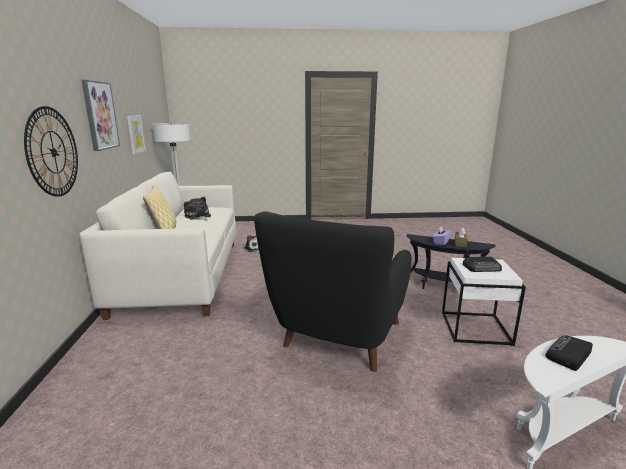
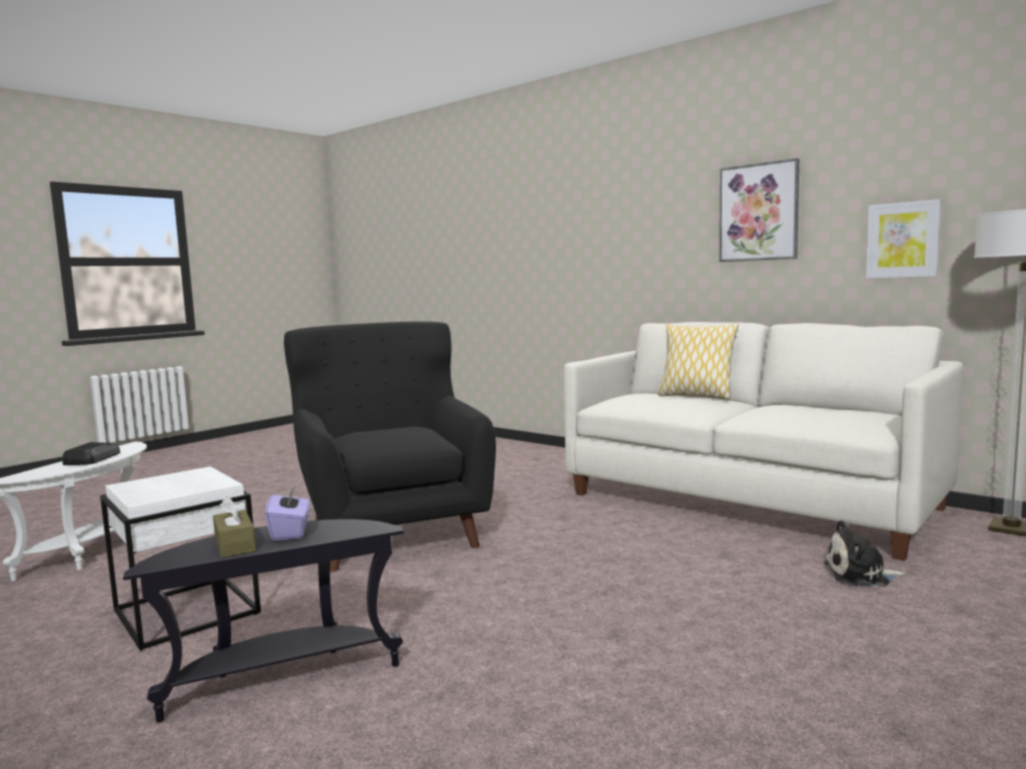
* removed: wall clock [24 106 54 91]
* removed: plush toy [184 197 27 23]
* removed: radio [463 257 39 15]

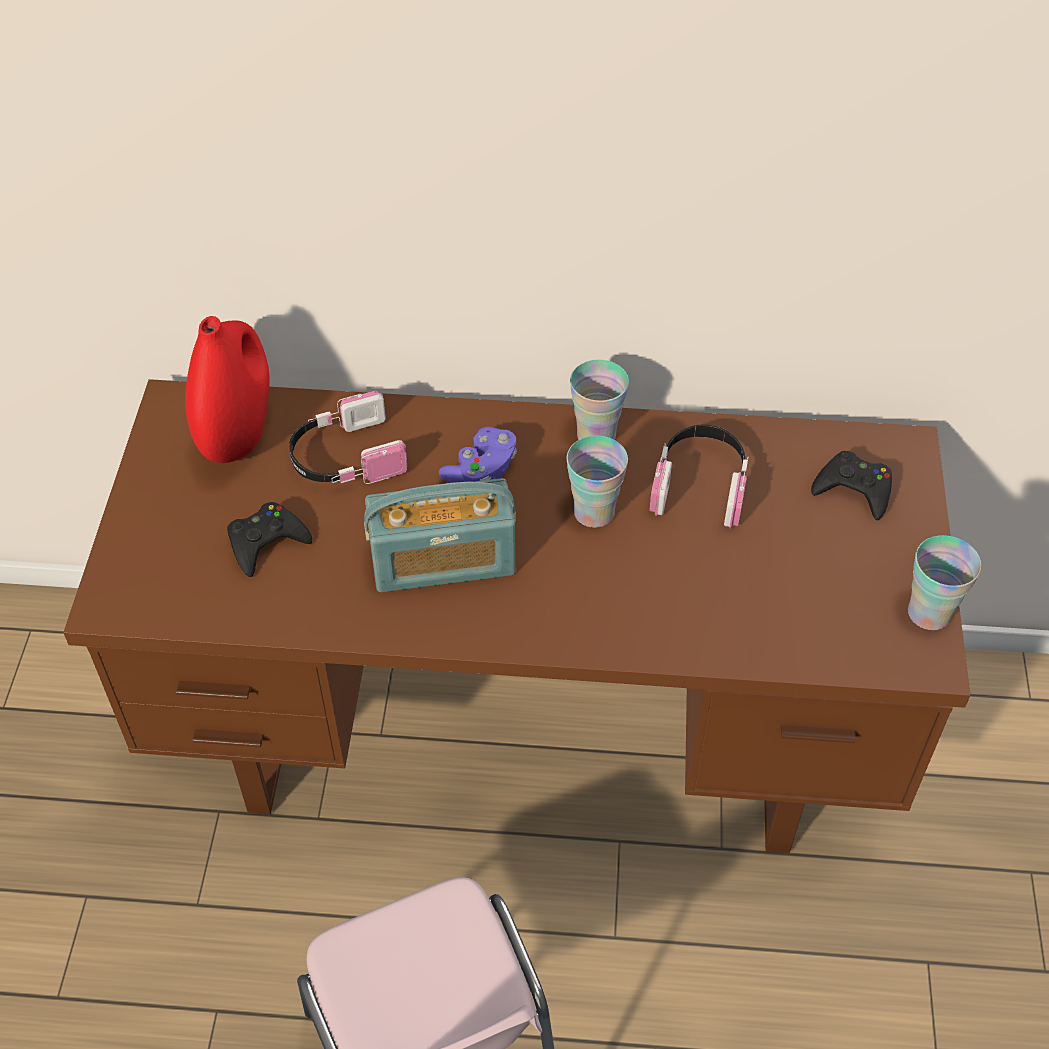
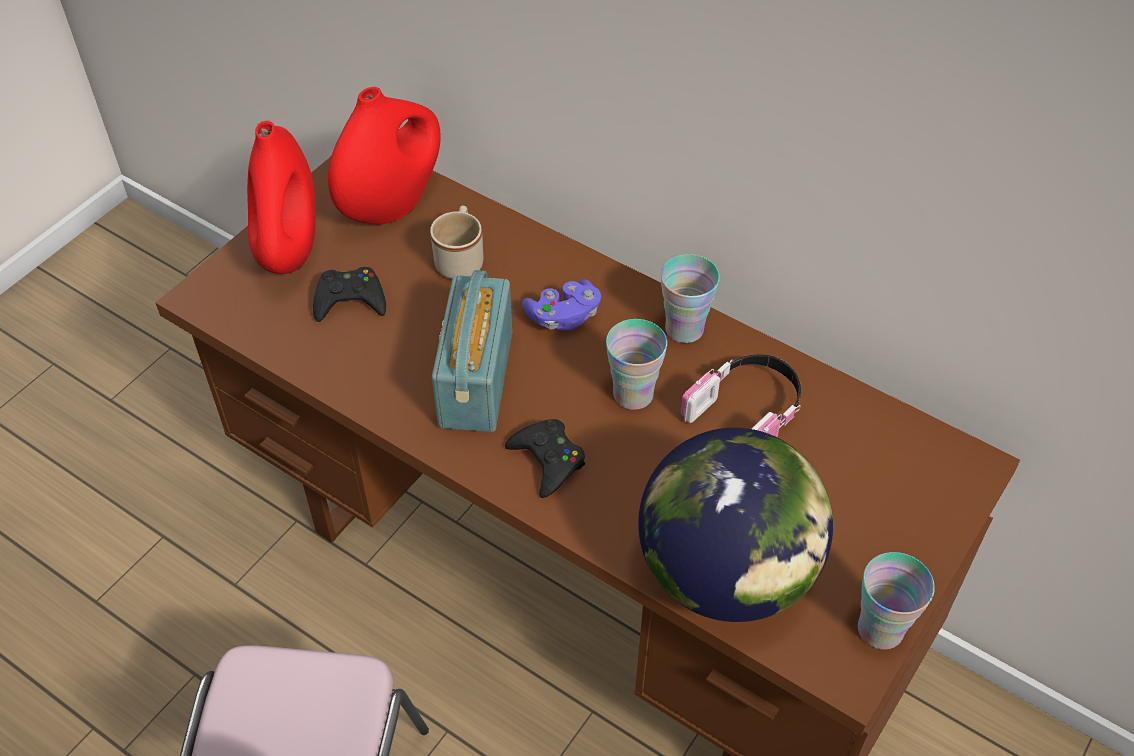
* replaced: headphones [289 391 119 93] to beige mug [430 206 53 73]
* turned: radio [364 478 152 114] = [432 270 80 162] 75 degrees clockwise
* moved: black game controller [811 451 81 69] to [505 419 80 79]
* added: red vase [247 121 69 153]
* added: globe [638 428 195 194]

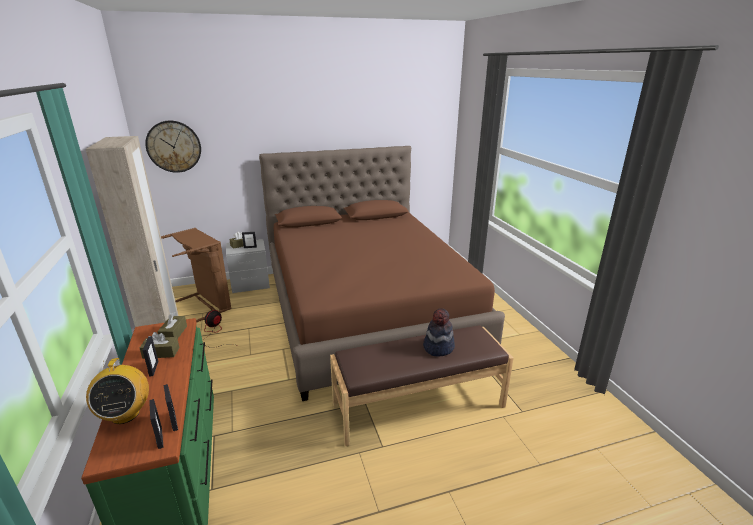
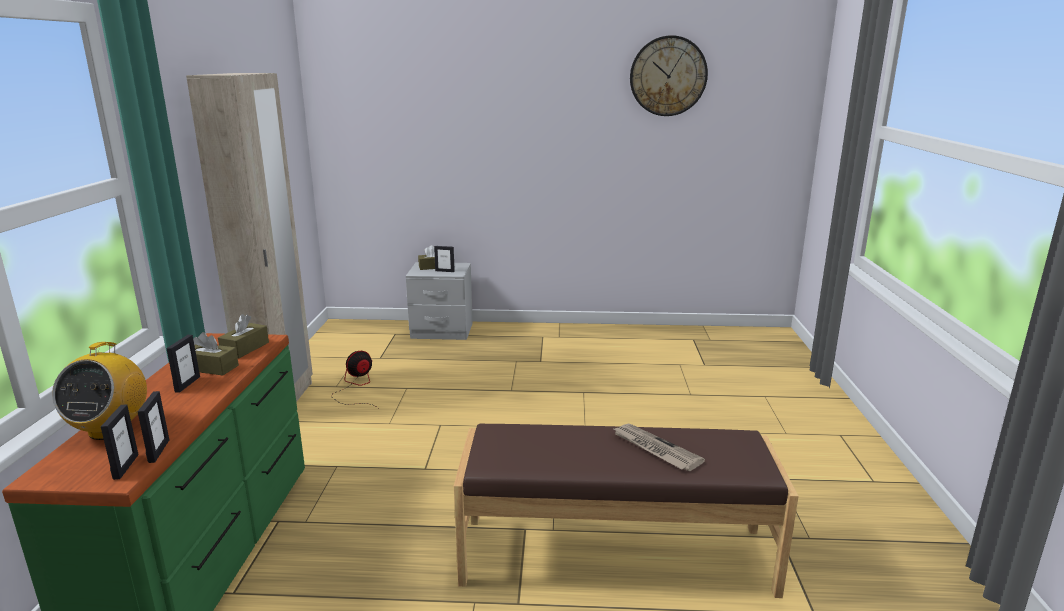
* moved: wall clock [145 121 56 52] to [630 35 78 81]
* removed: brown laundry basket [161 228 71 94]
* removed: brown bed [259 146 246 255]
* replaced: hat [423 308 32 49] to newspaper [612 424 93 47]

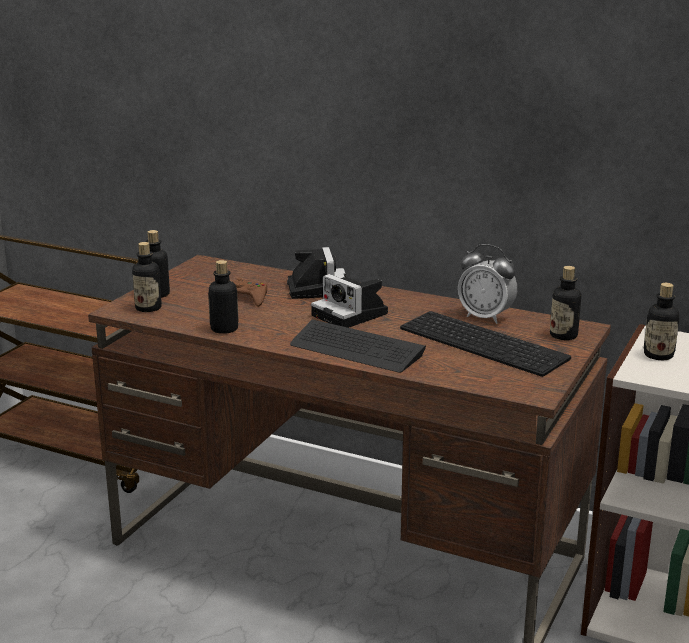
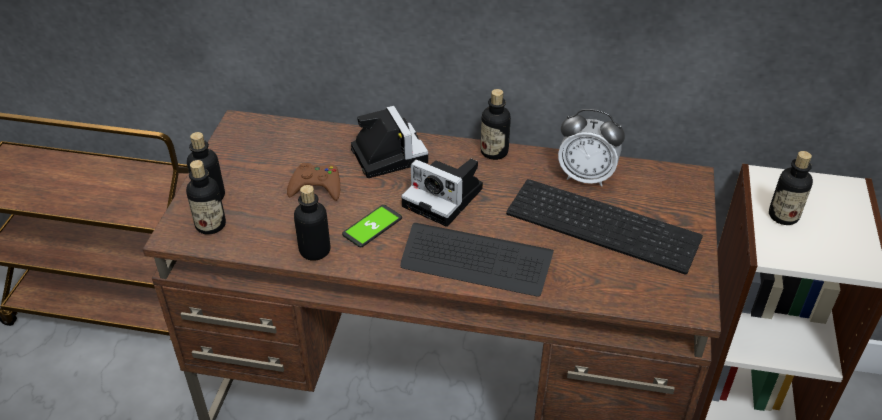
* moved: bottle [550 266 31 74] to [481 89 30 71]
* added: phone [342 205 60 42]

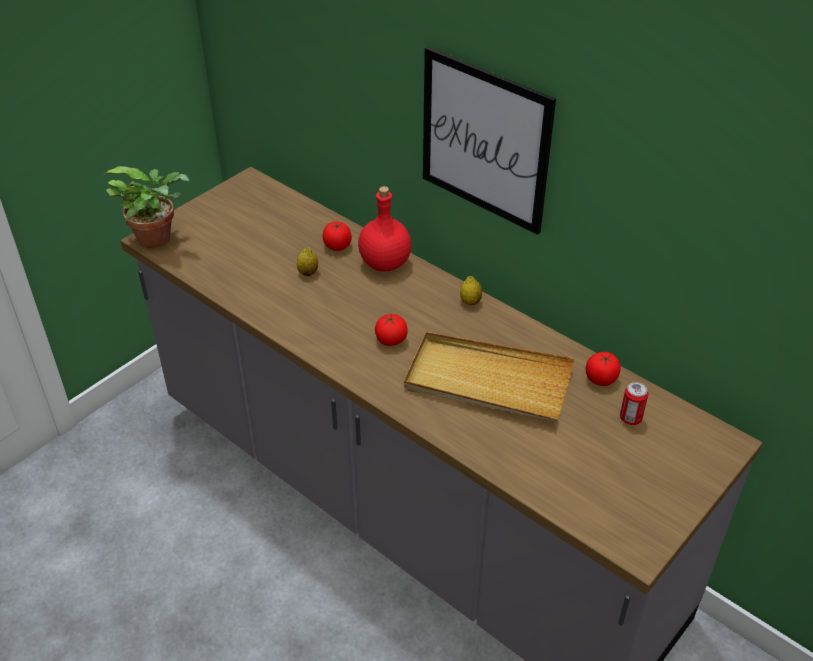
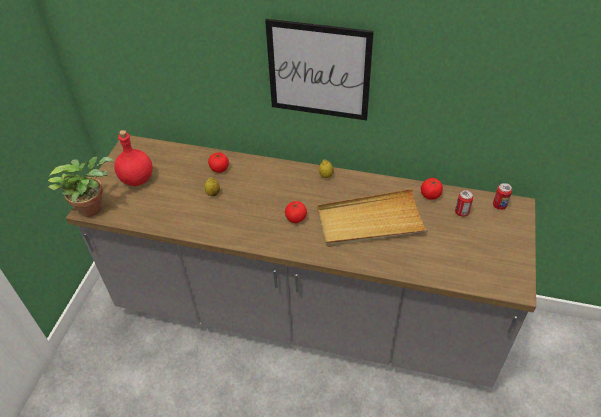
* moved: red bottle [358 186 53 86] to [114 130 39 56]
* added: can [493 183 19 27]

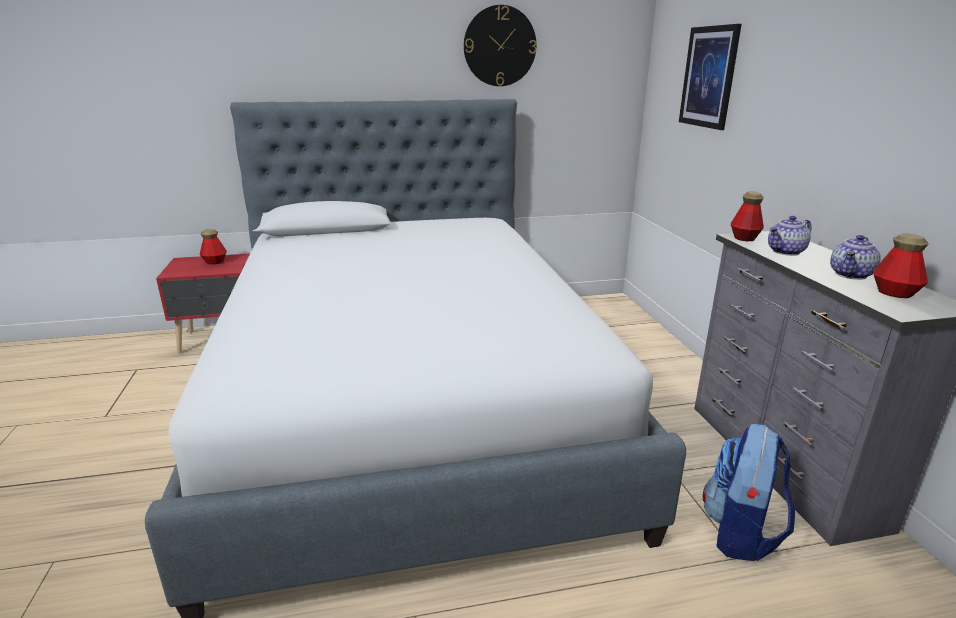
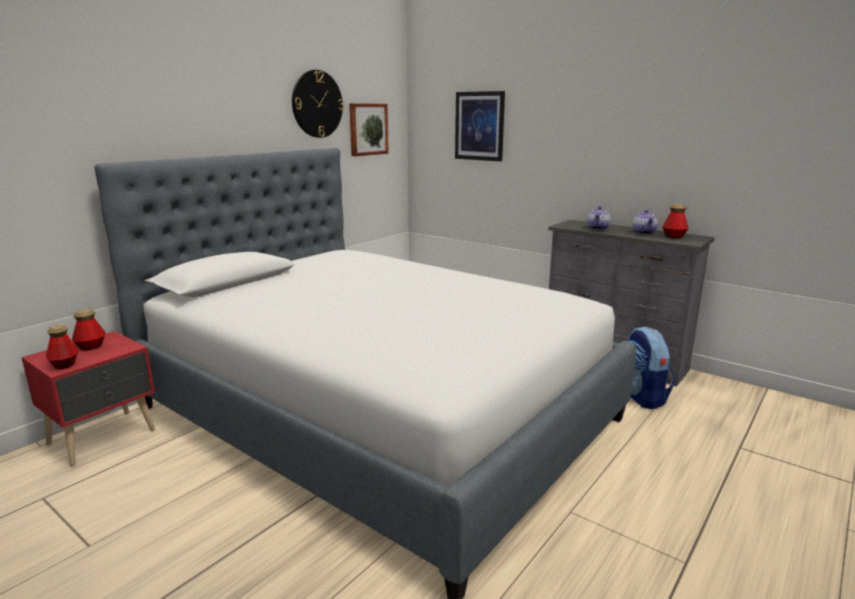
* moved: bottle [731 191 33 50] to [46 324 32 45]
* added: picture [349 103 40 53]

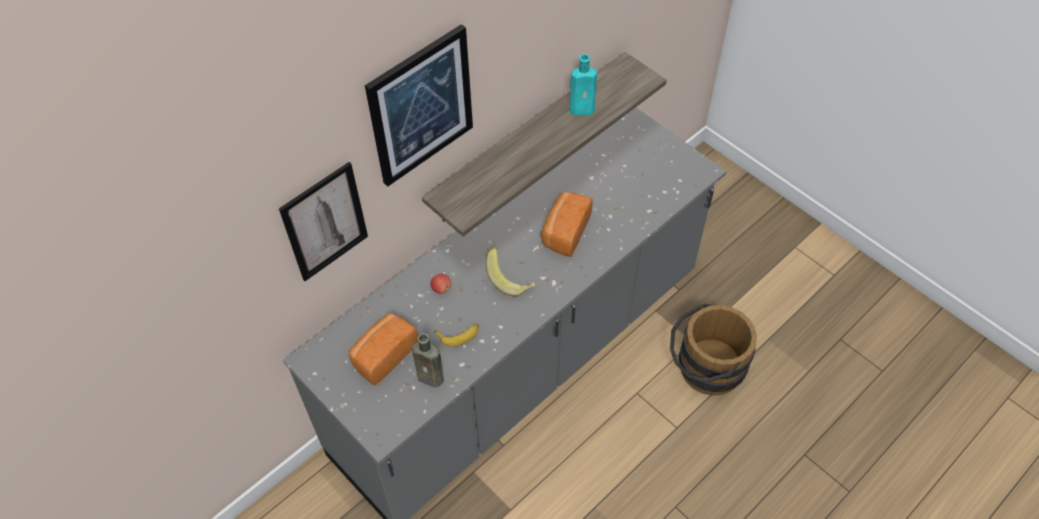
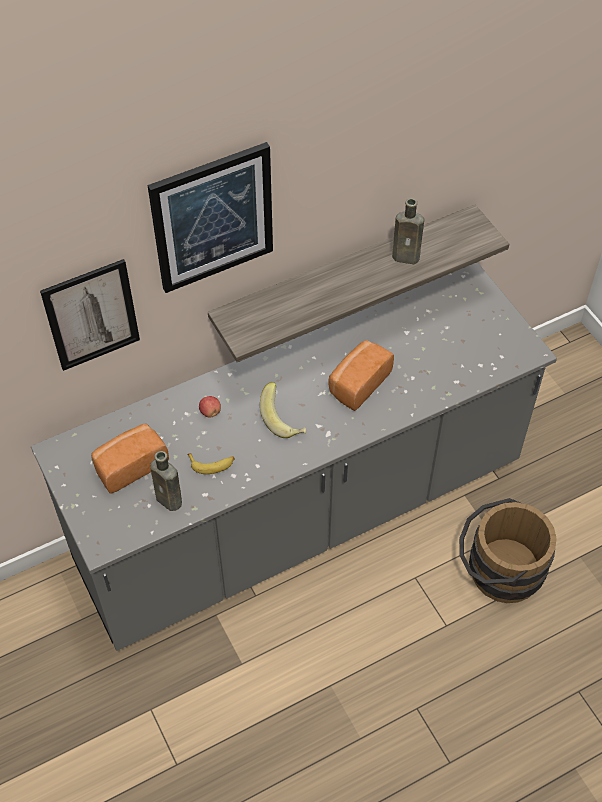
* recoloured: turquoise bottle [570 54 27 62] to brown bottle [392 198 32 66]

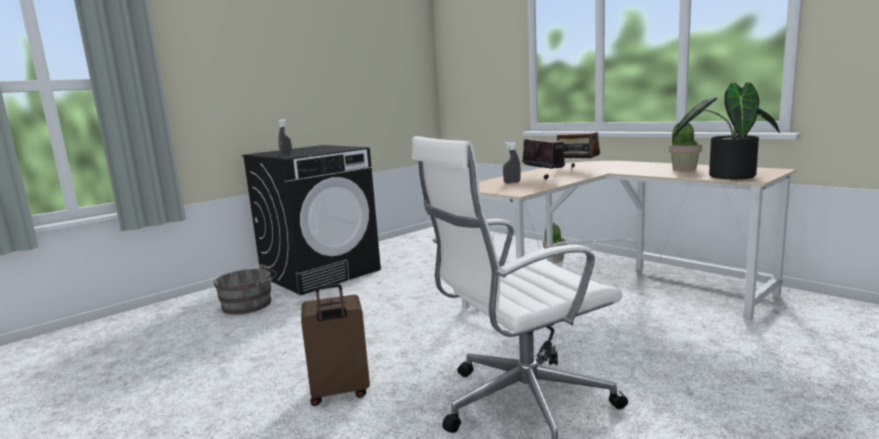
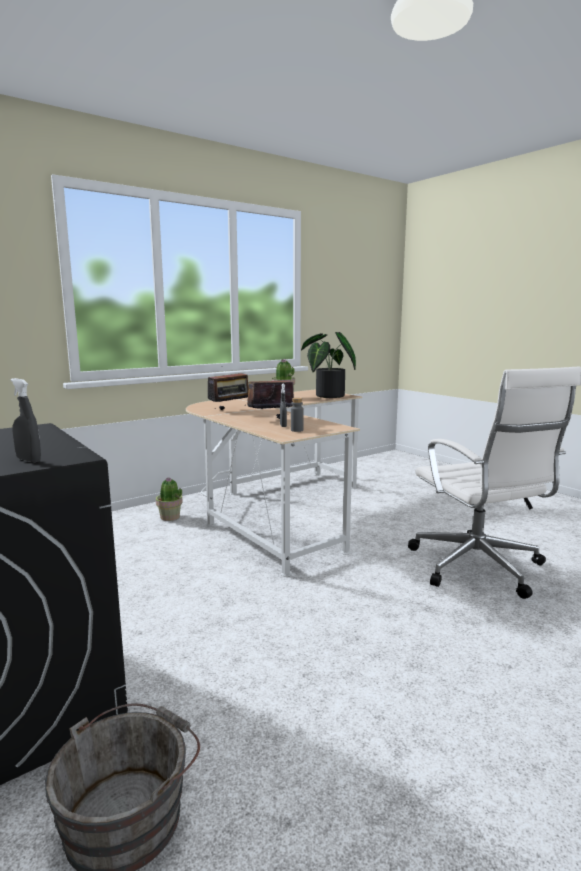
* removed: brown suitcase [301 283 69 123]
* added: grey bottle [291 398 13 34]

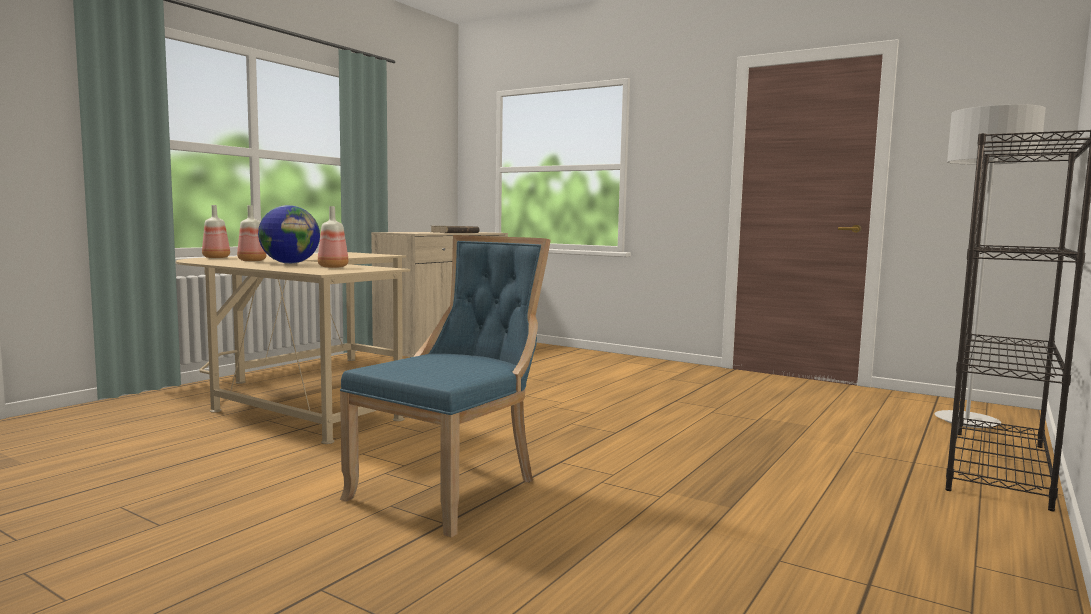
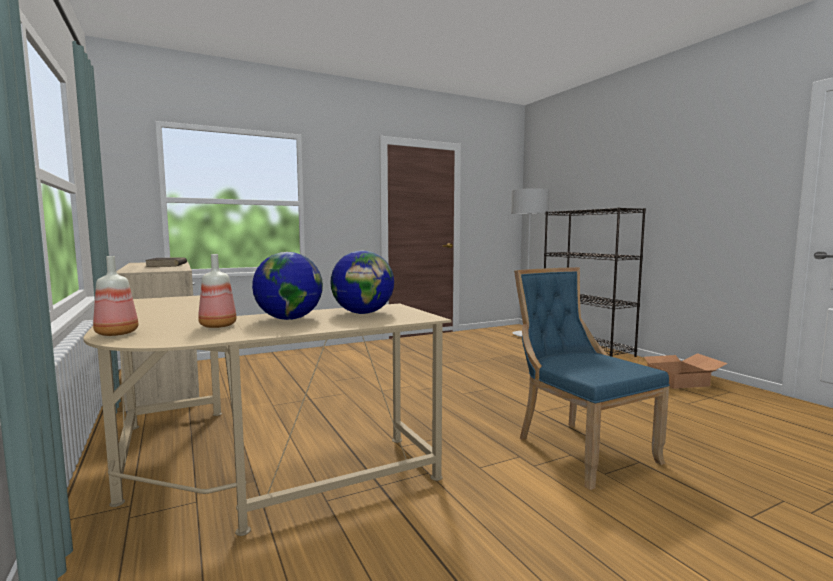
* replaced: bottle [318 206 30 62] to globe [330 250 64 64]
* added: cardboard box [638 353 90 36]

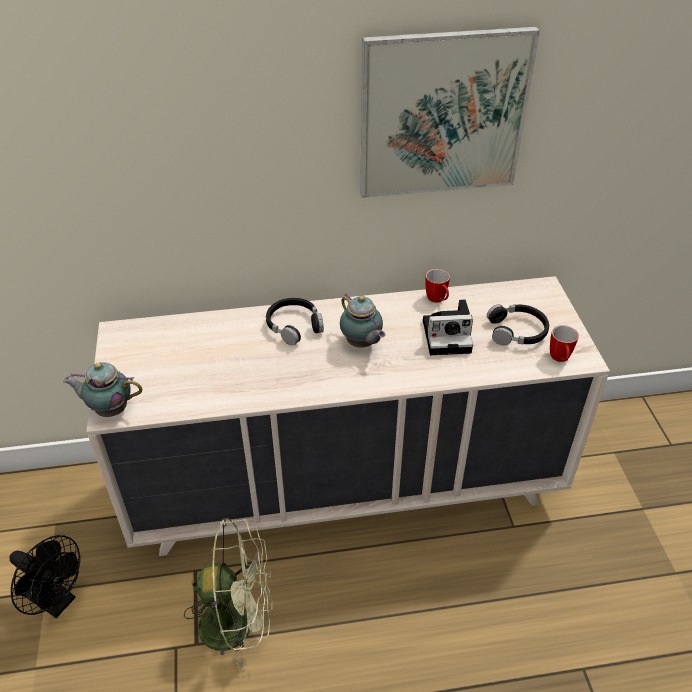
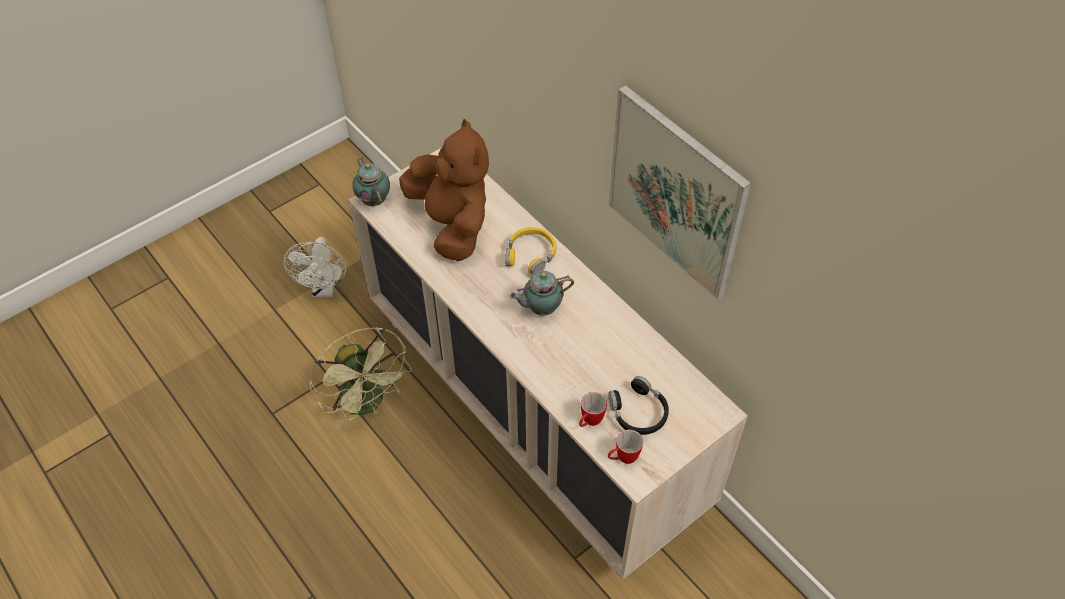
* recoloured: black fan [9 535 71 83] to white fan [284 237 62 60]
* recoloured: black headphones [266 298 58 48] to yellow headphones [506 227 50 48]
* turned: teapot [340 293 45 55] = [510 271 64 45] 45 degrees clockwise
* removed: photo camera [423 299 50 56]
* moved: mug [425 269 25 34] to [579 392 28 35]
* added: brown plush toy [399 119 90 142]

